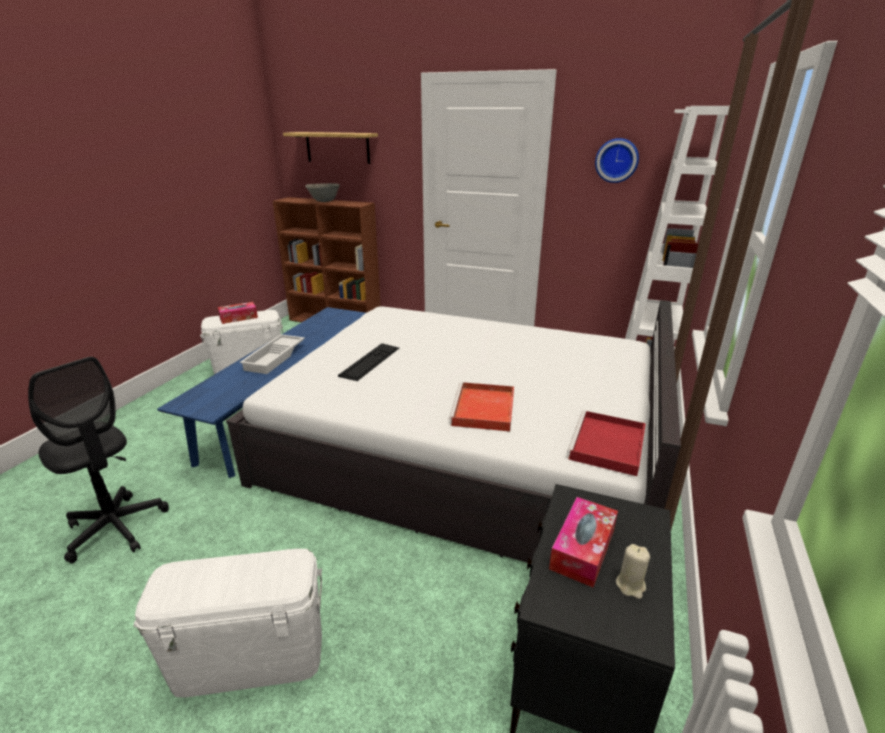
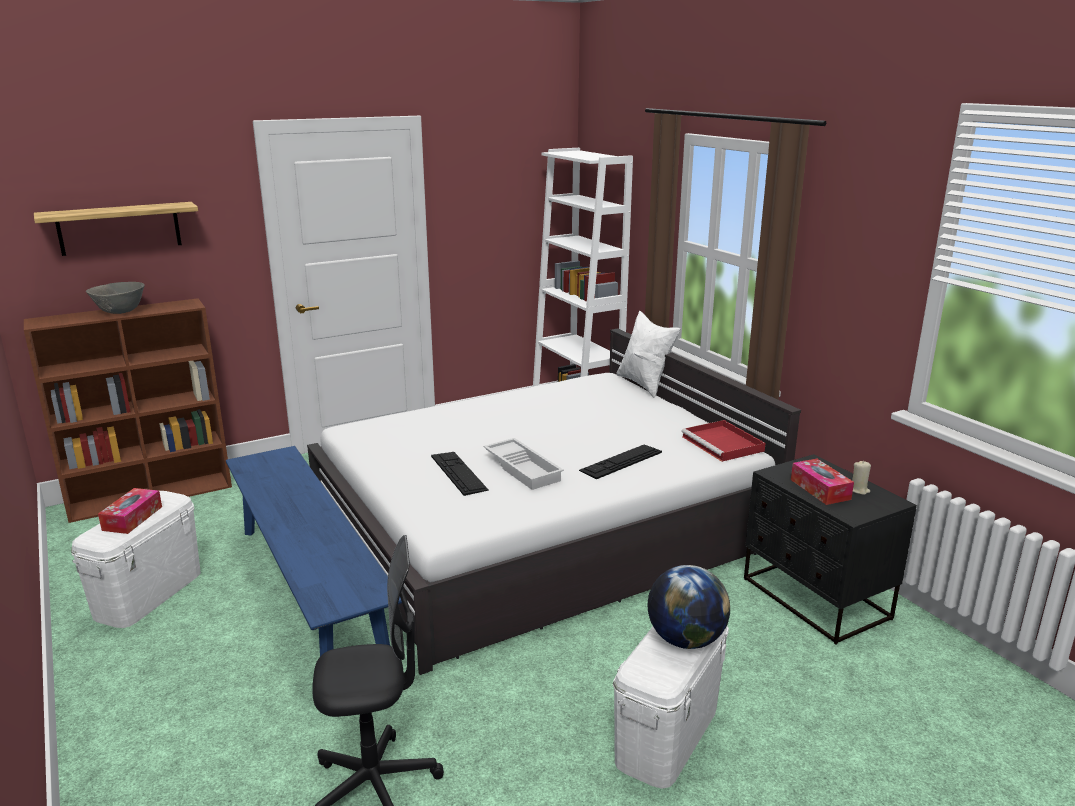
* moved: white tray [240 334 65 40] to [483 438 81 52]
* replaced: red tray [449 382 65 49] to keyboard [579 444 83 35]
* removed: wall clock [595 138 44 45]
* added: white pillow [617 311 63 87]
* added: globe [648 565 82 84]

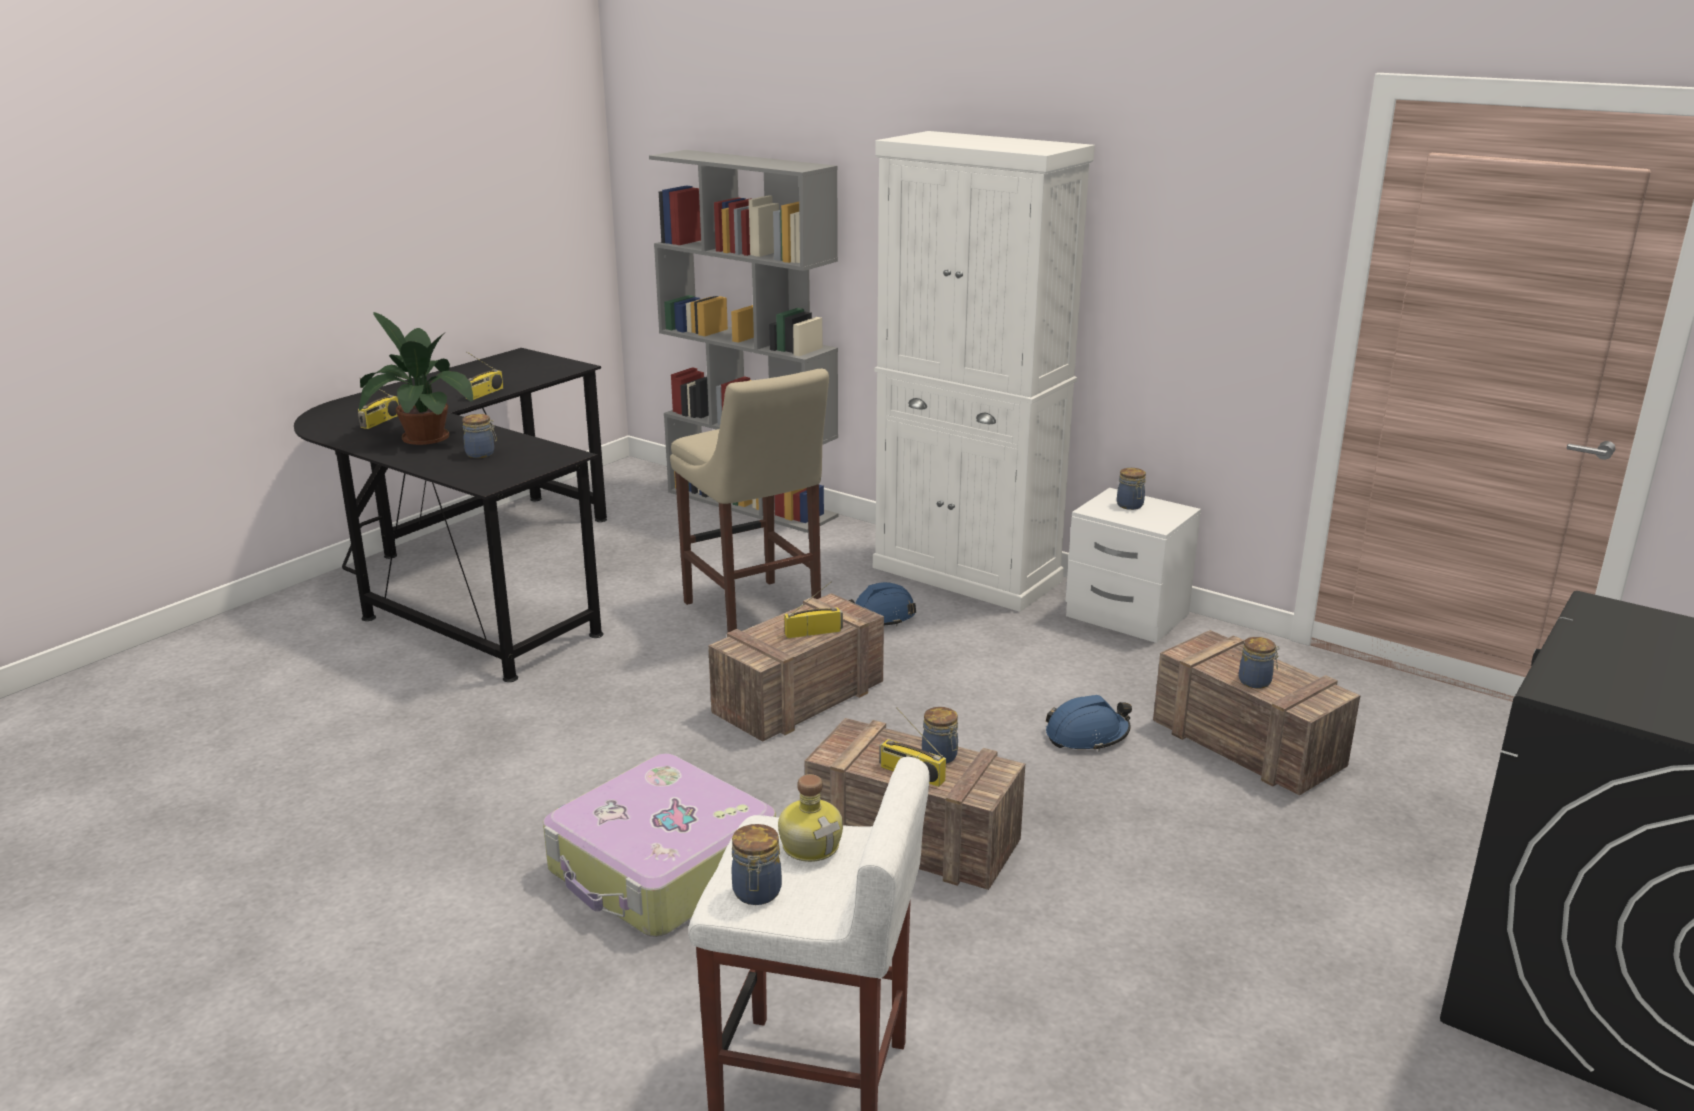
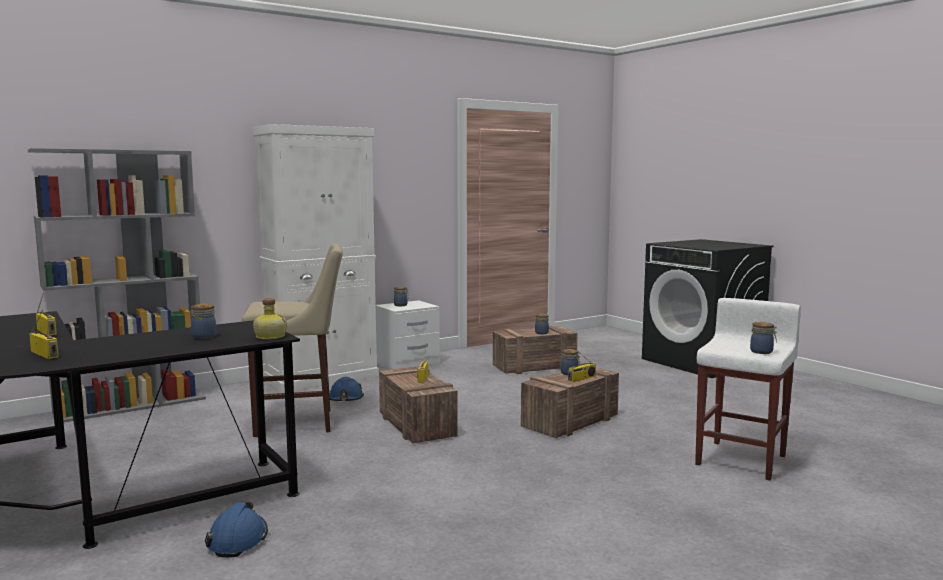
* removed: potted plant [359 312 114 133]
* removed: suitcase [543 754 233 183]
* moved: bottle [778 774 65 88] to [253 298 34 41]
* moved: blue hard hat [1046 695 86 56] to [205 501 63 57]

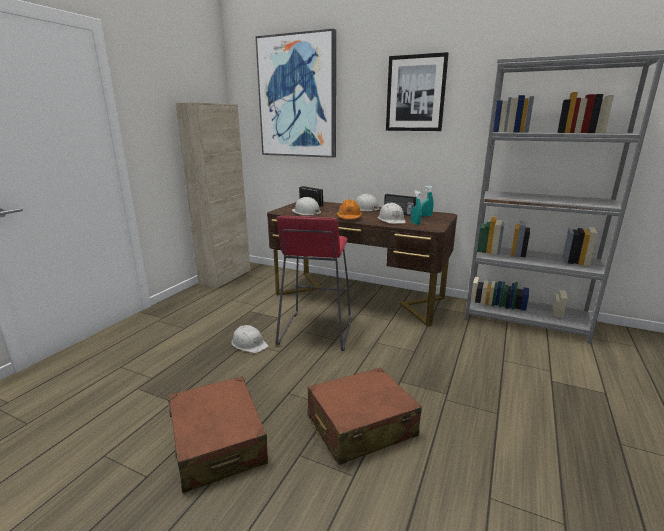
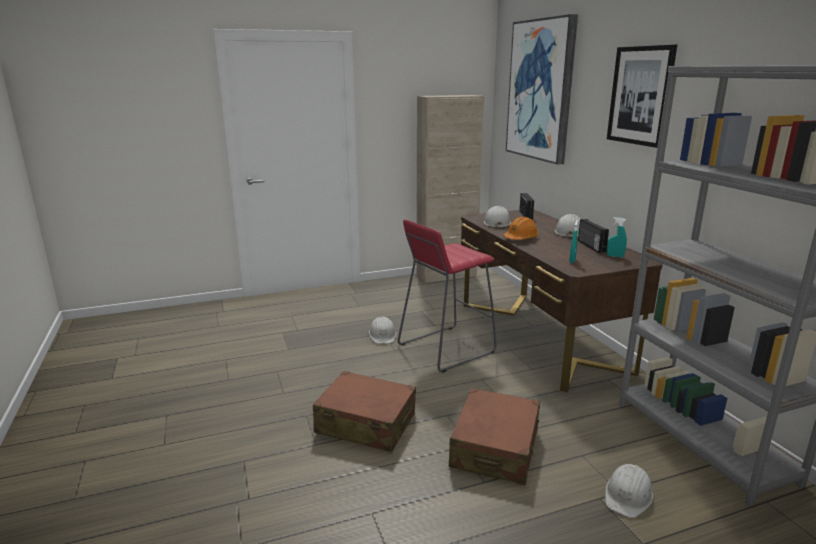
* moved: brown suitcase [168 376 100 117] to [449 388 91 97]
* moved: white hard hat [378 203 28 21] to [605 464 48 54]

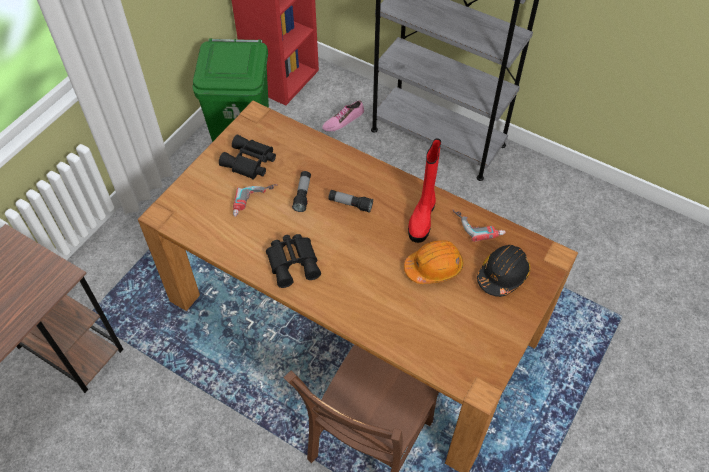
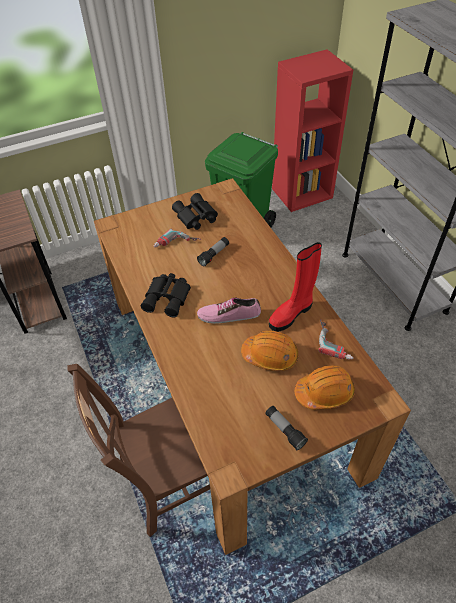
* moved: shoe [322 100 42 33] to [197 298 64 26]
* moved: flashlight [328 190 45 23] to [265 406 43 45]
* recoloured: black hard hat [477 245 54 52] to orange hard hat [295 366 60 43]

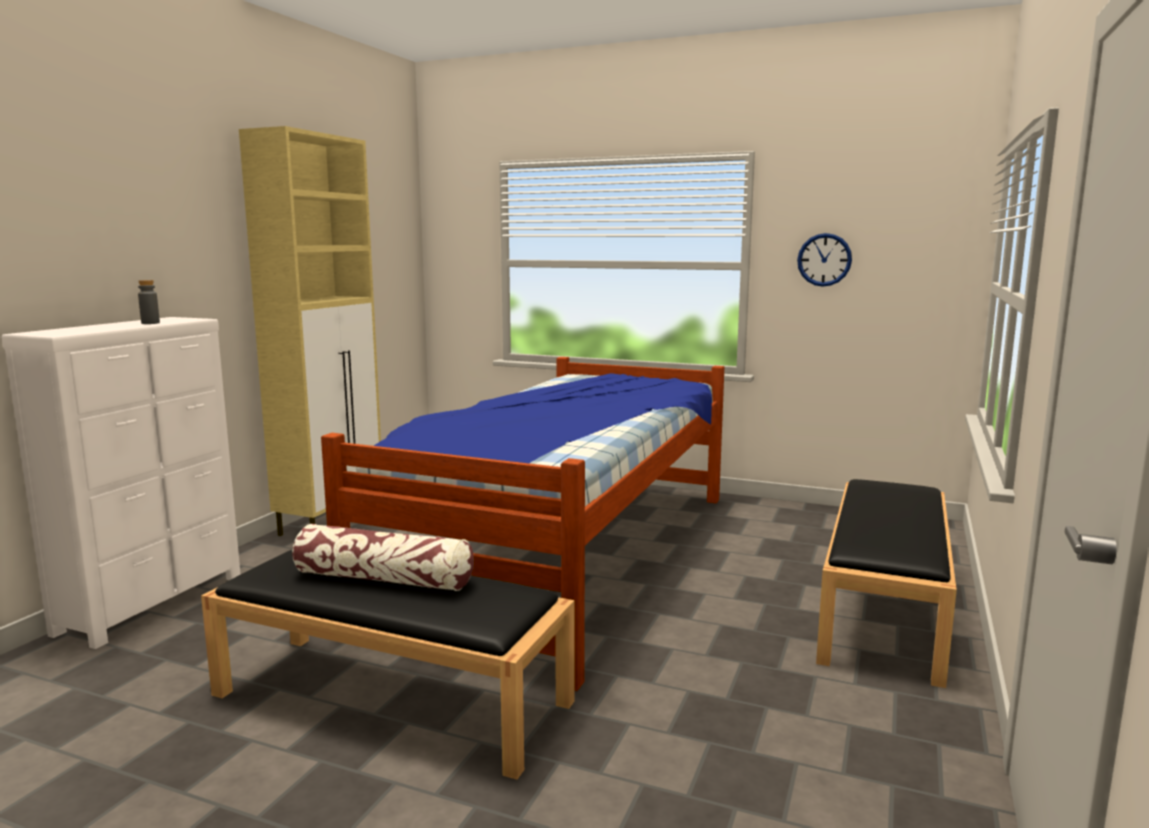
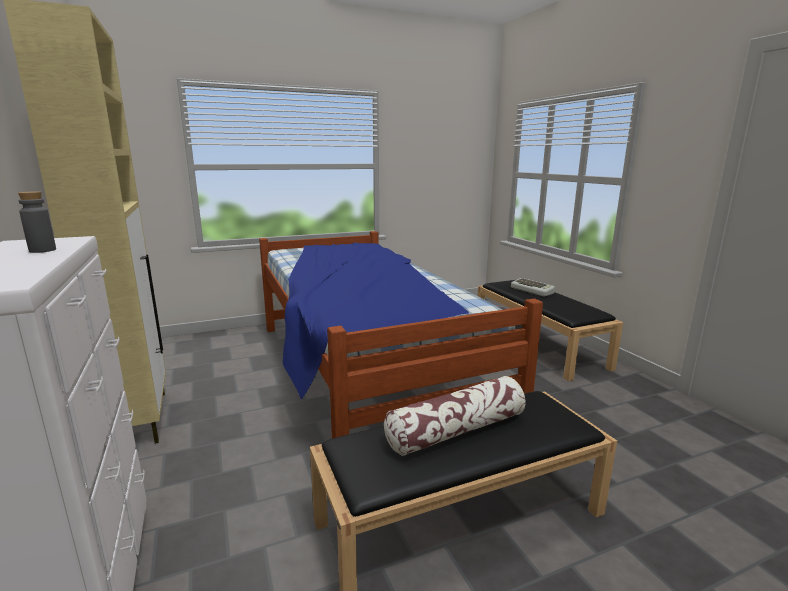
* removed: wall clock [797 233 55 54]
* added: keyboard [511 278 44 19]

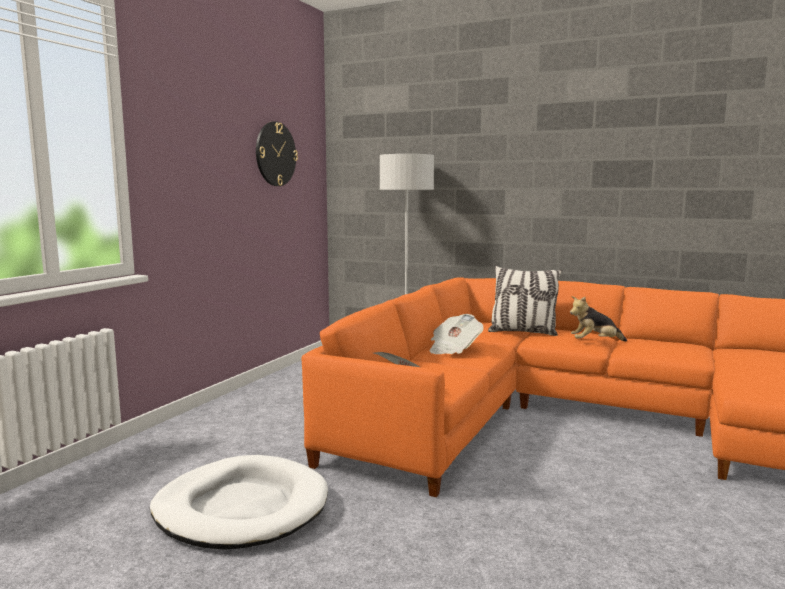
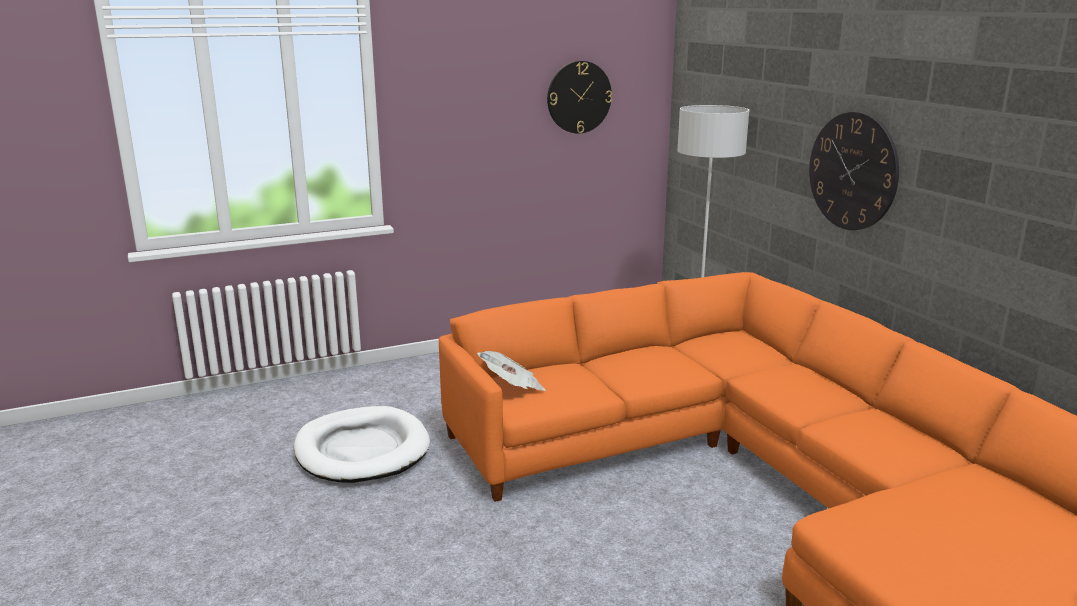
* removed: newspaper [429 314 54 40]
* removed: pillow [488 266 74 70]
* removed: plush toy [570 296 57 46]
* added: wall clock [809 112 90 118]

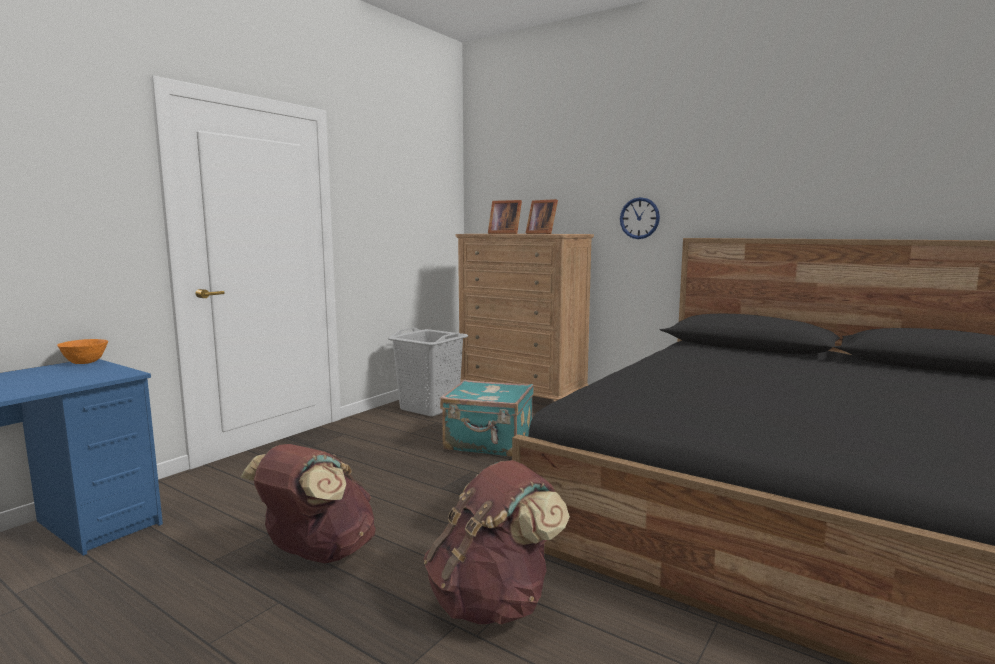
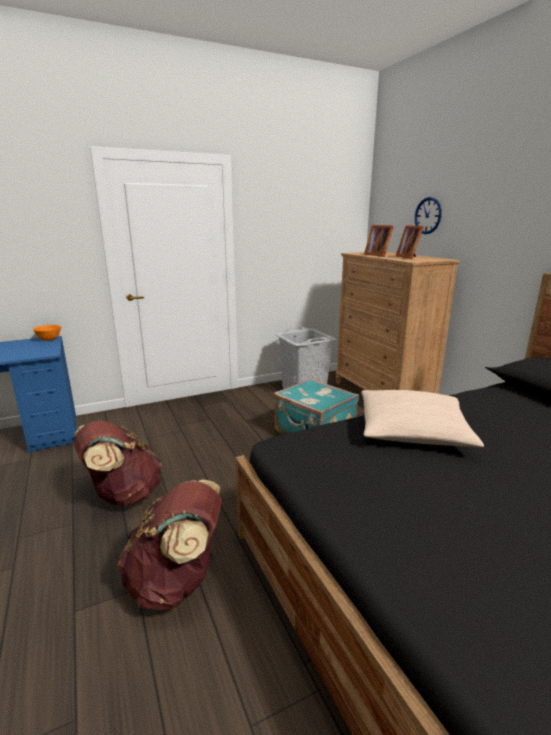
* moved: wall clock [620 197 40 42] to [415 197 27 37]
* added: beige pillow [361 390 123 57]

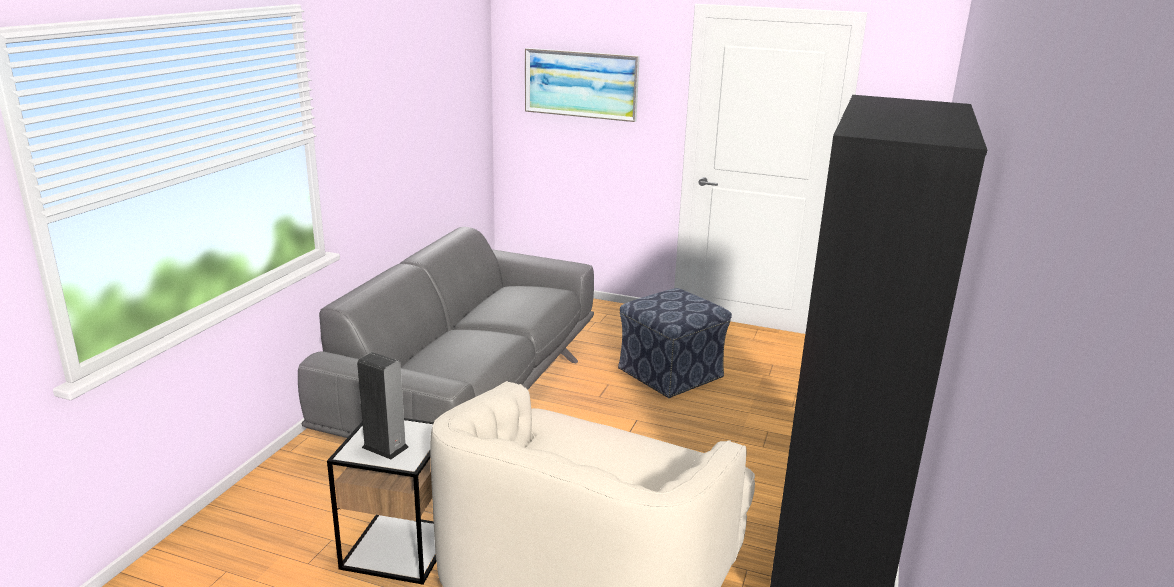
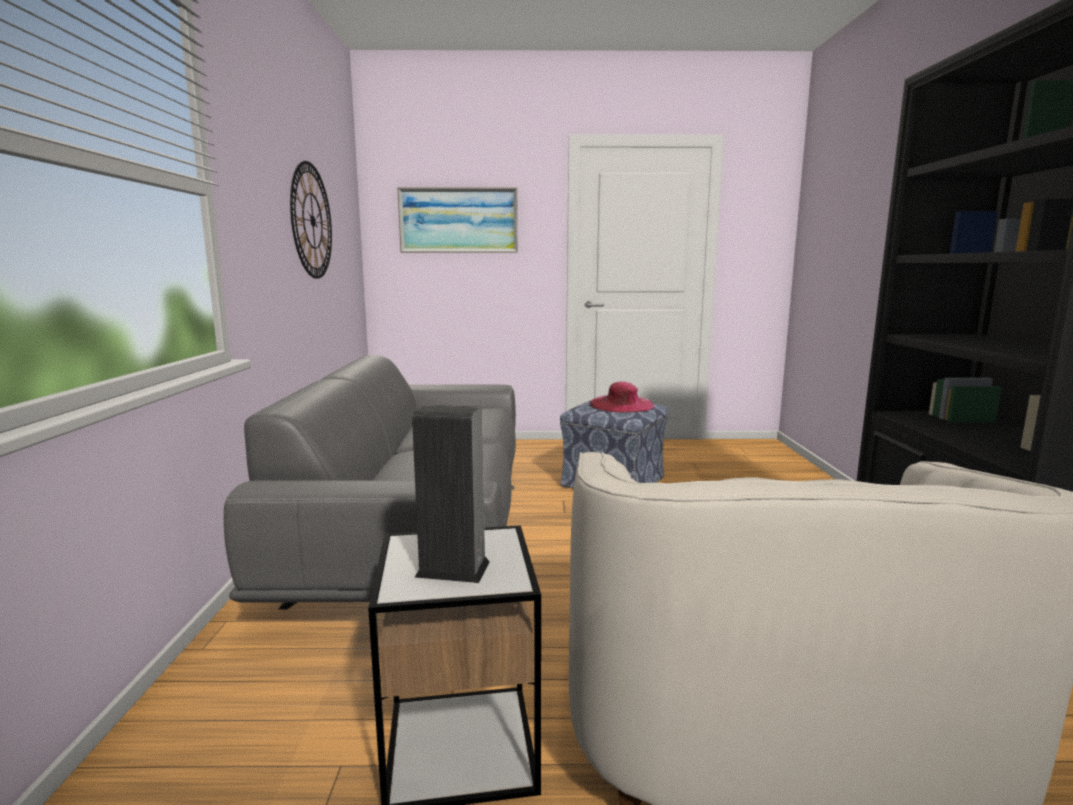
* added: wall clock [290 161 42 118]
* added: pink hat [590 381 64 31]

